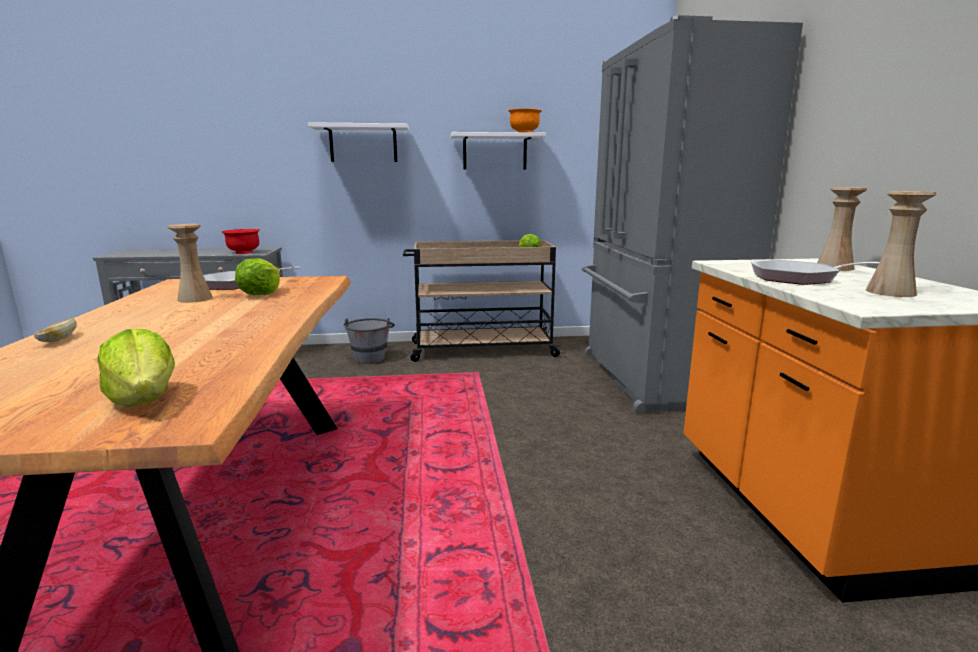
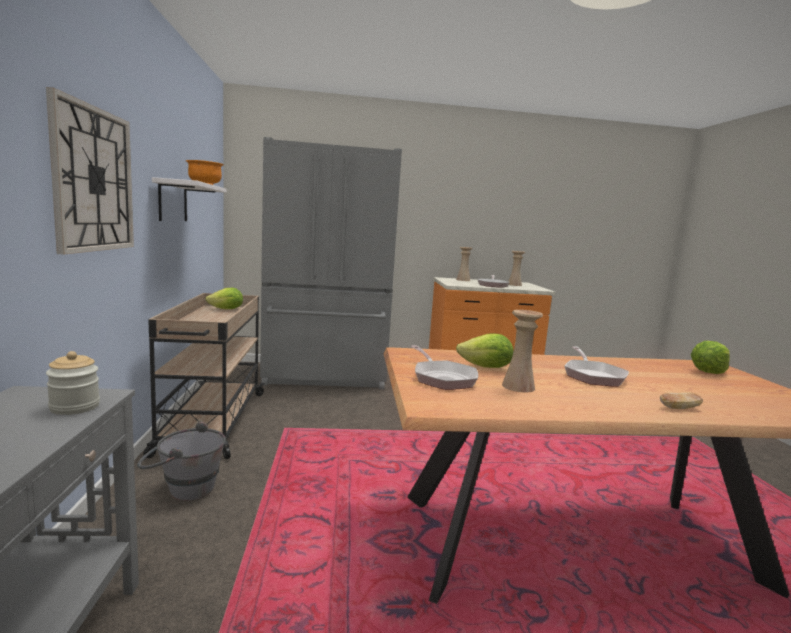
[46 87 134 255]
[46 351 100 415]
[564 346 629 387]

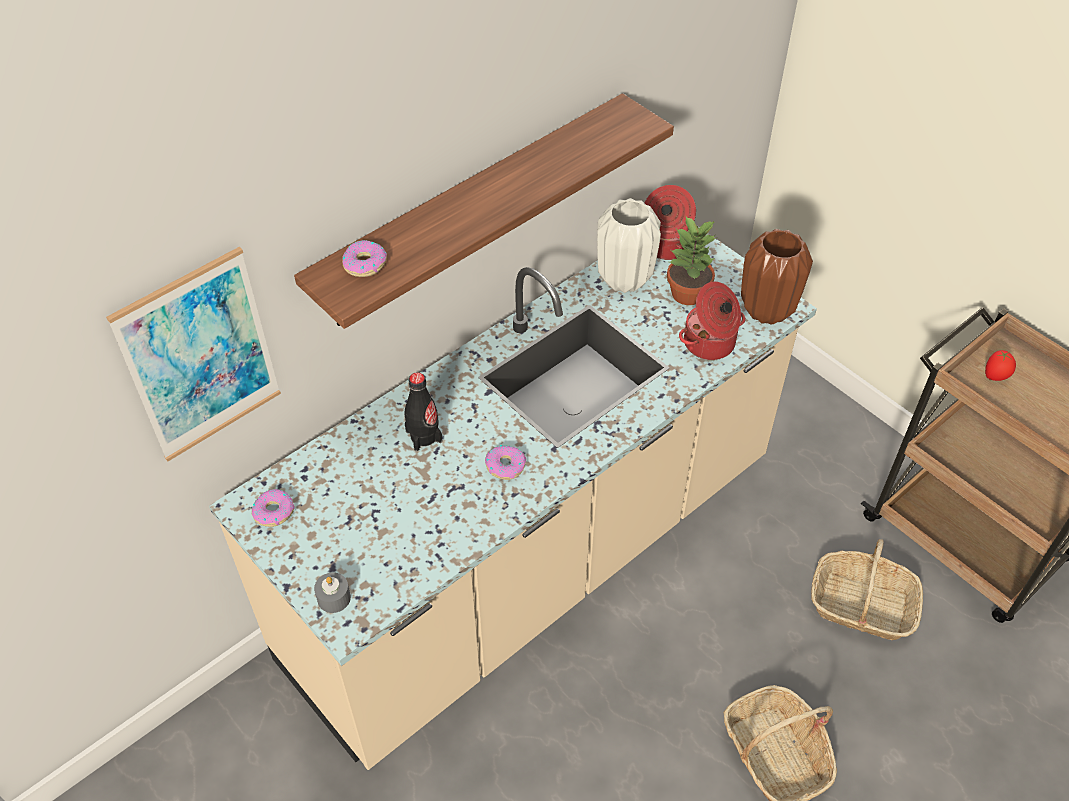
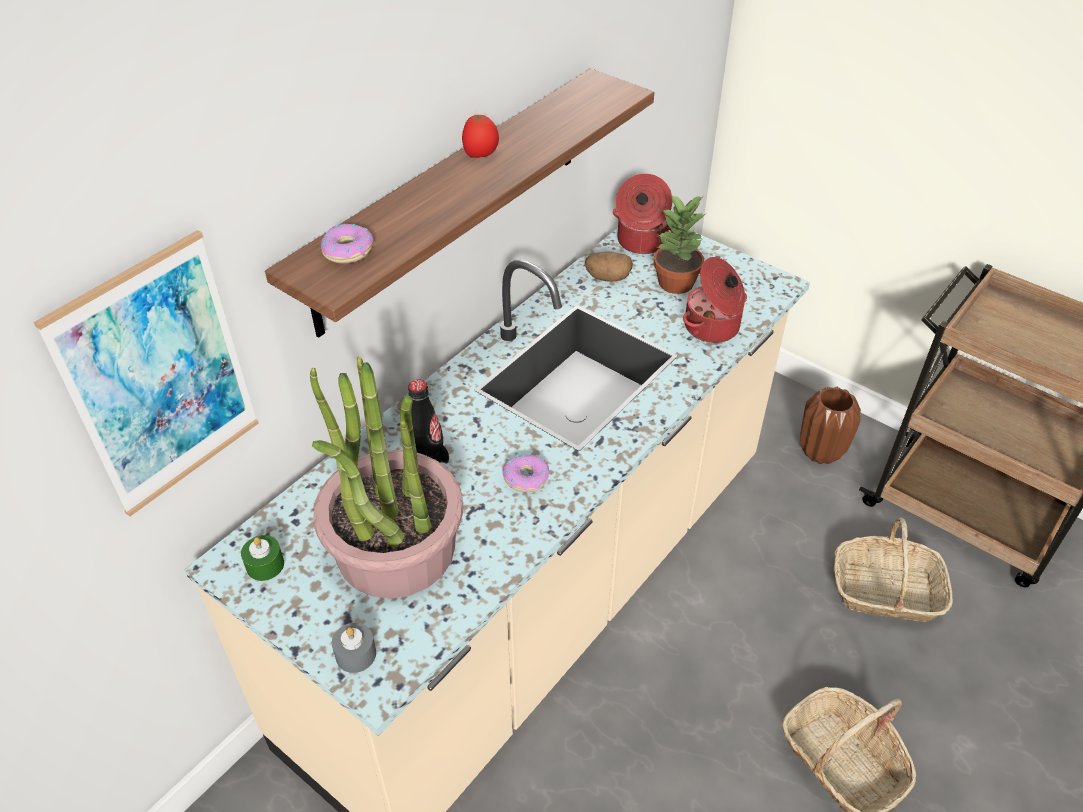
[585 251 633 282]
[800 387 861 464]
[462 114 499 158]
[241 535 284 581]
[310 356 463 598]

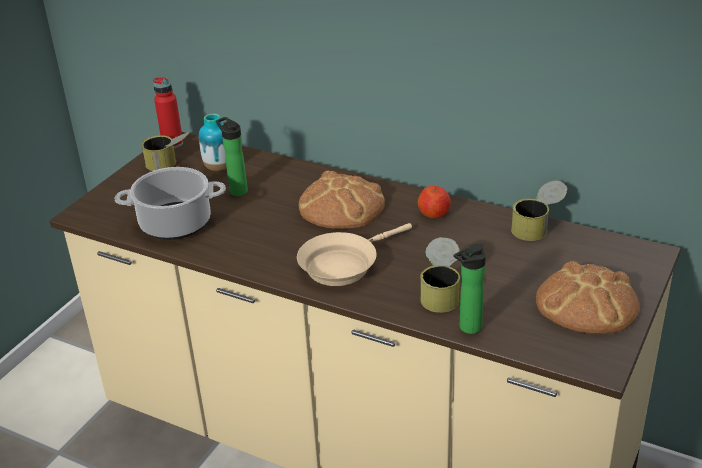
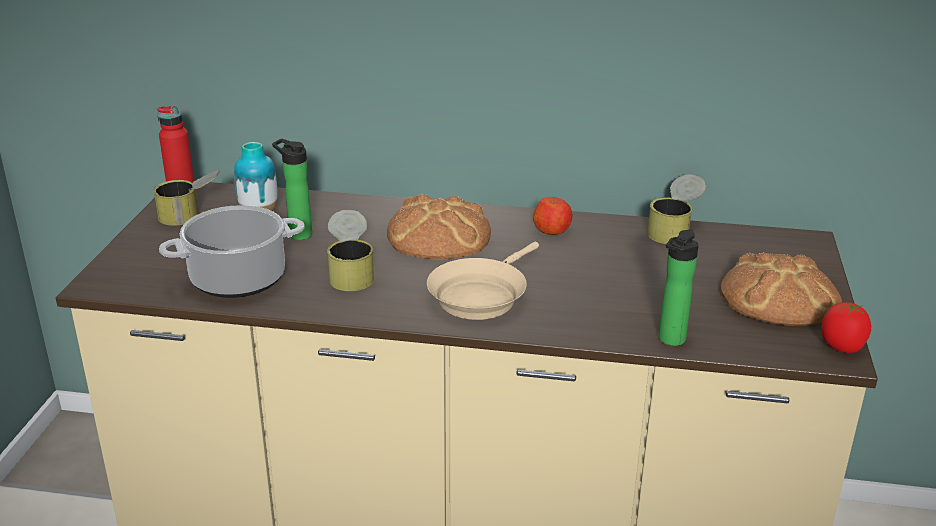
[327 210 374 291]
[821 302 871 353]

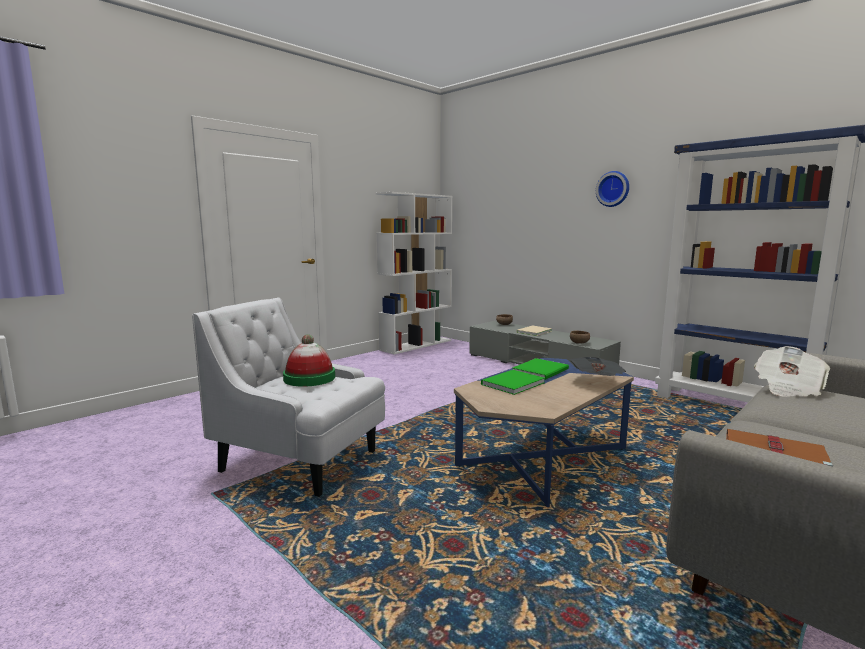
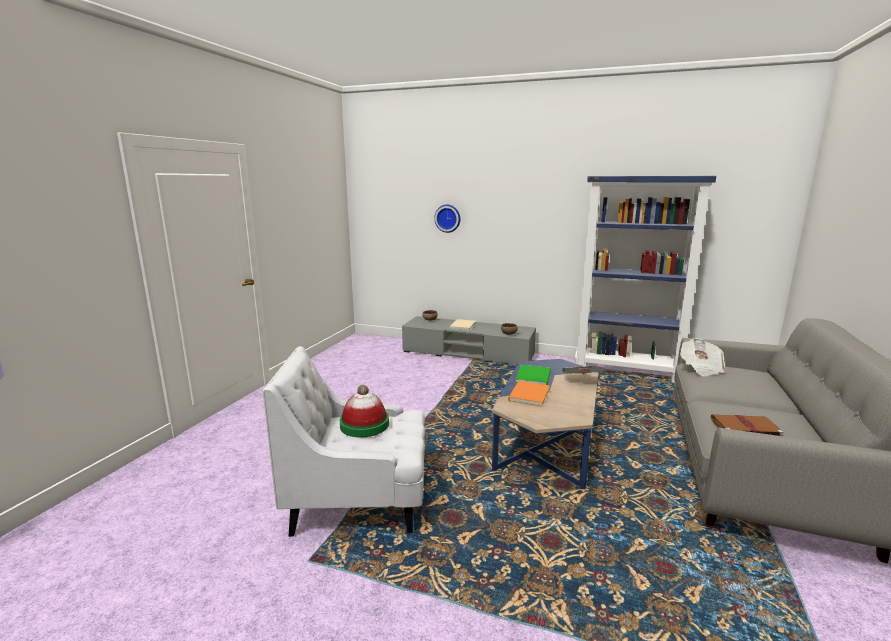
[434 205 460 233]
[376 192 452 355] (first image)
[508 381 550 407]

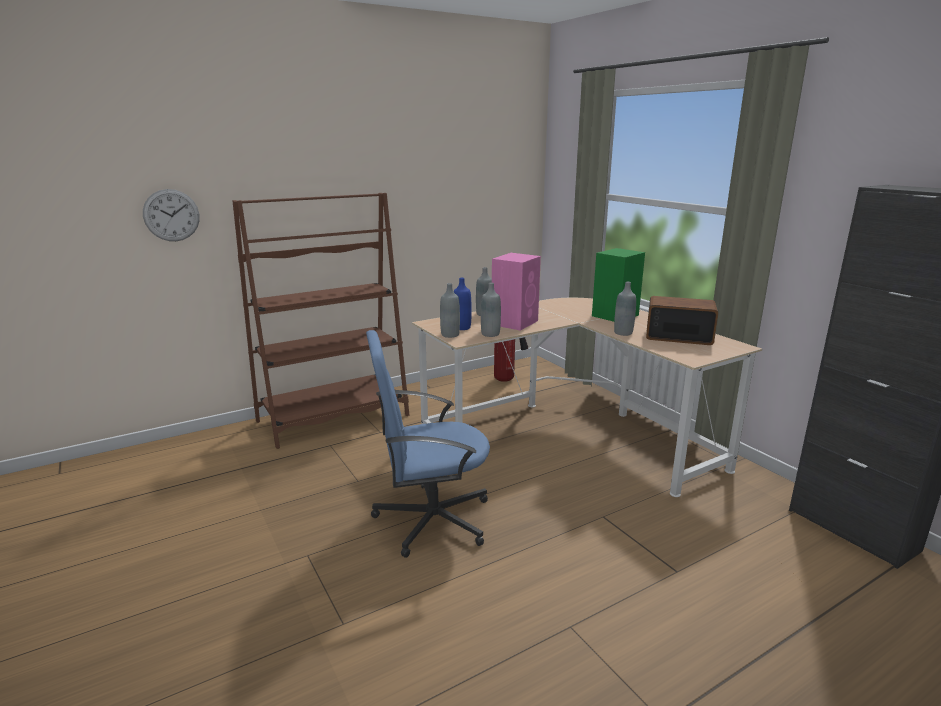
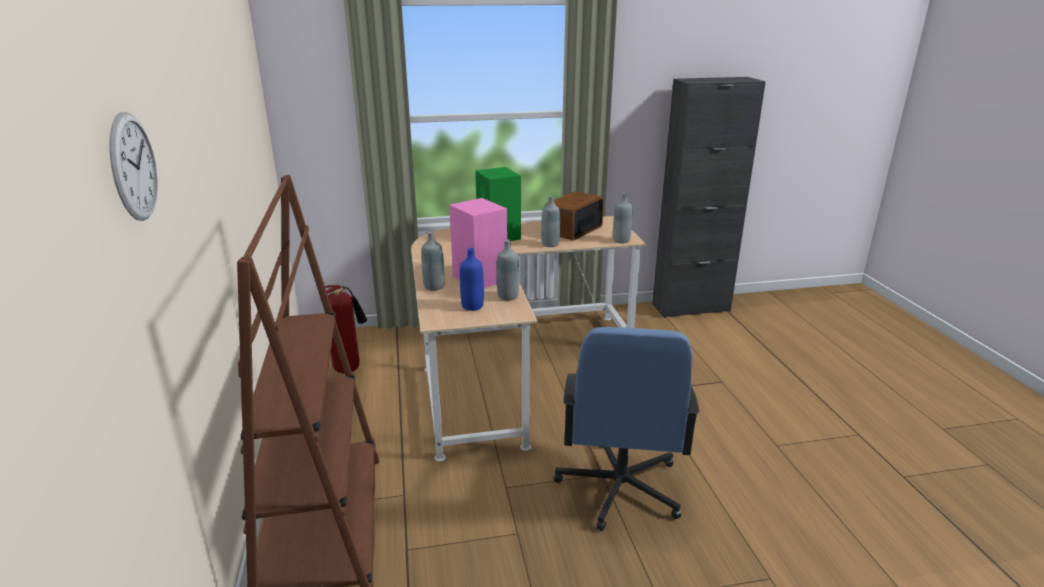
[109 112 158 221]
[613 193 632 243]

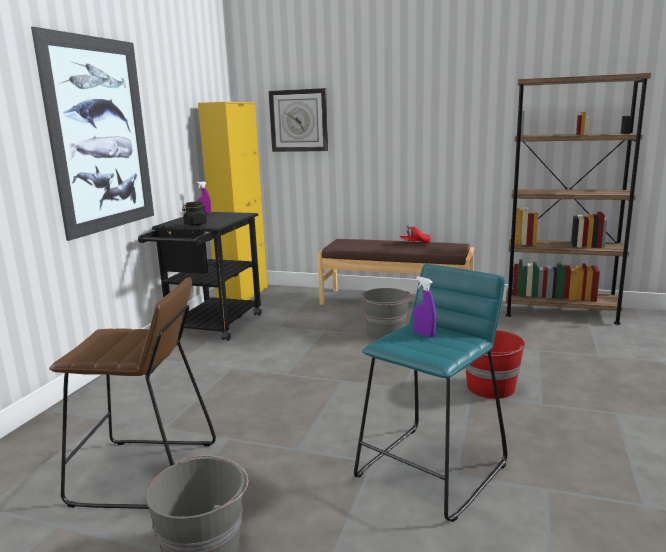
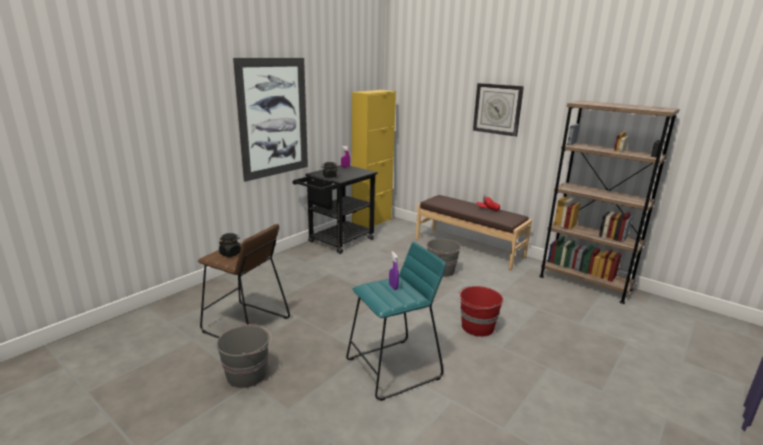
[473 83 524 137]
[219 233 241 257]

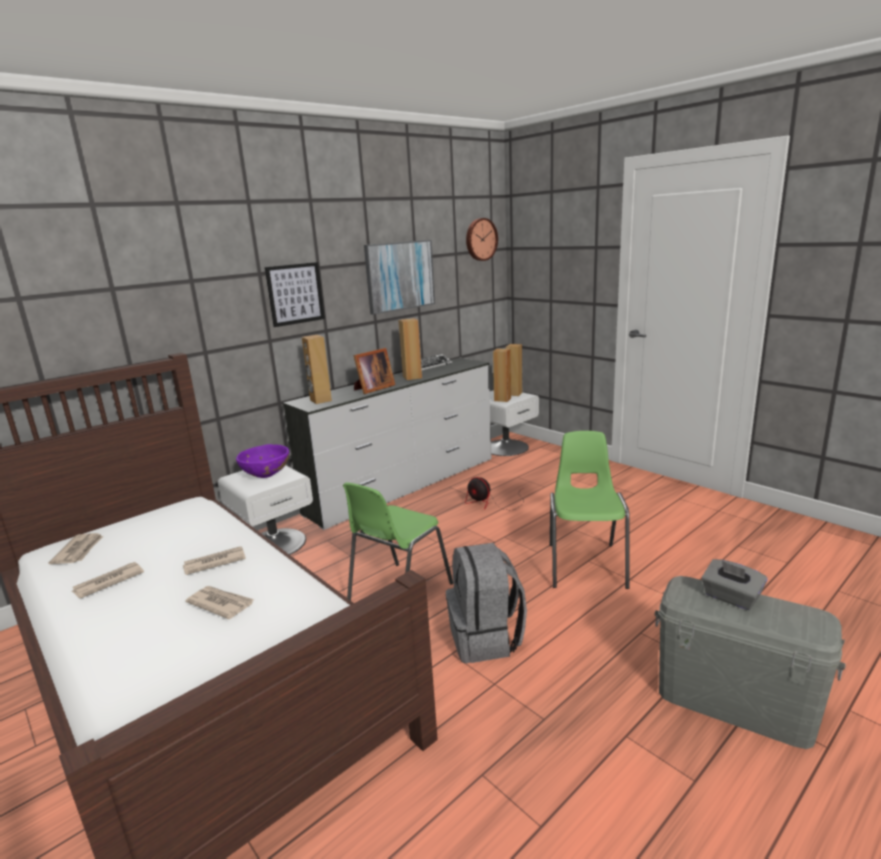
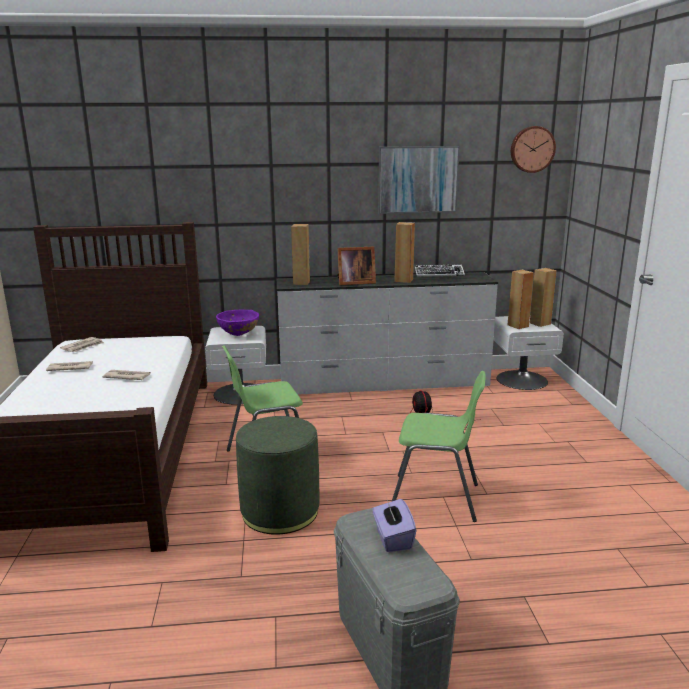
[265 262 325 327] (first image)
[392 371 485 522]
[236 416 319 535]
[372 497 417 552]
[185 586 254 619] (first image)

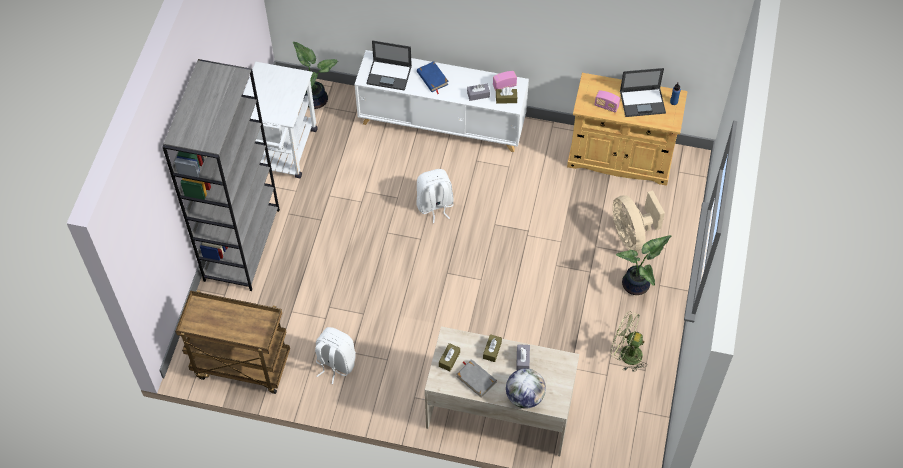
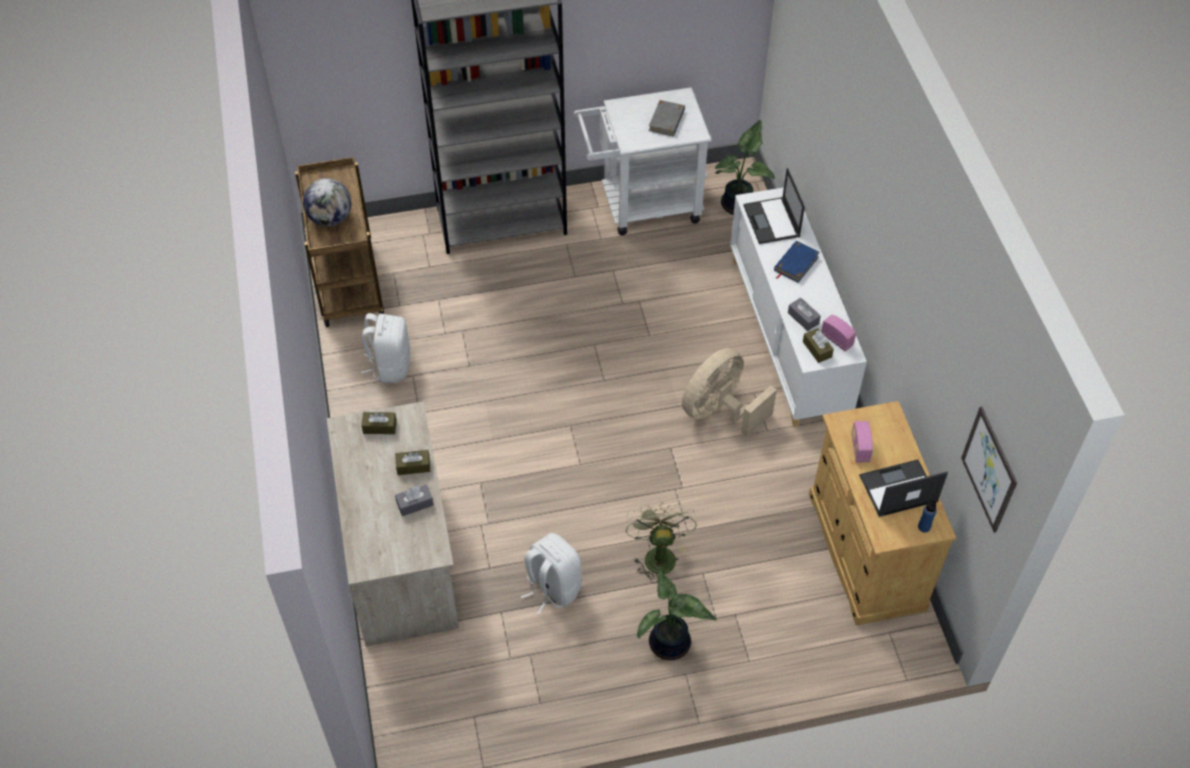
[859 460 948 517]
[521 533 582 614]
[682 348 777 437]
[626 502 697 583]
[649 100 685 136]
[303 178 351 227]
[961 406 1017 533]

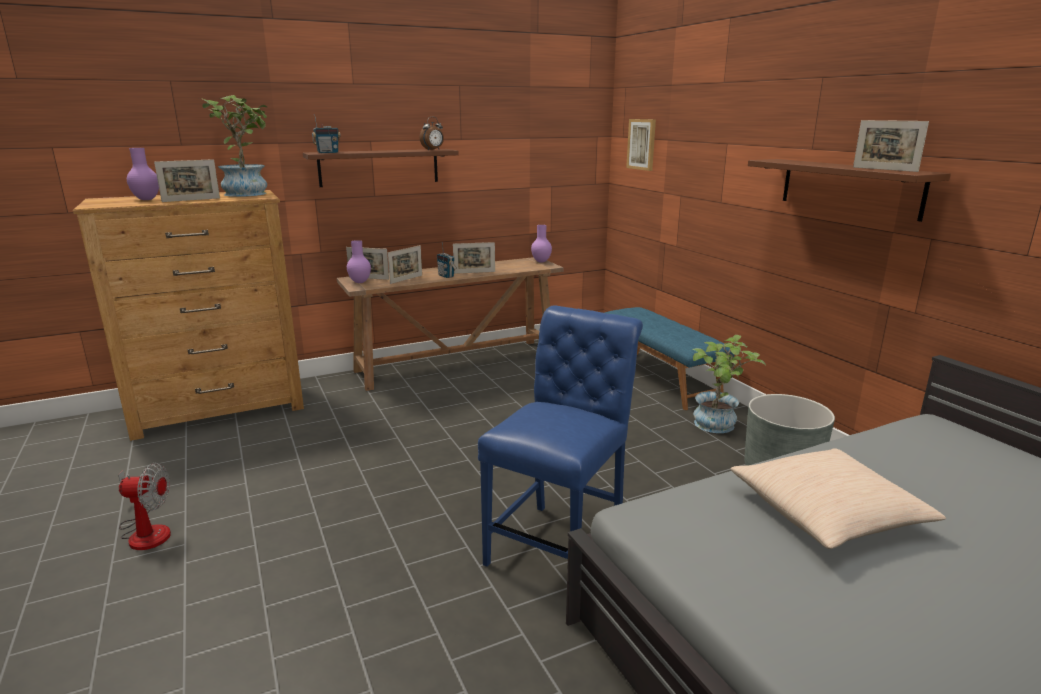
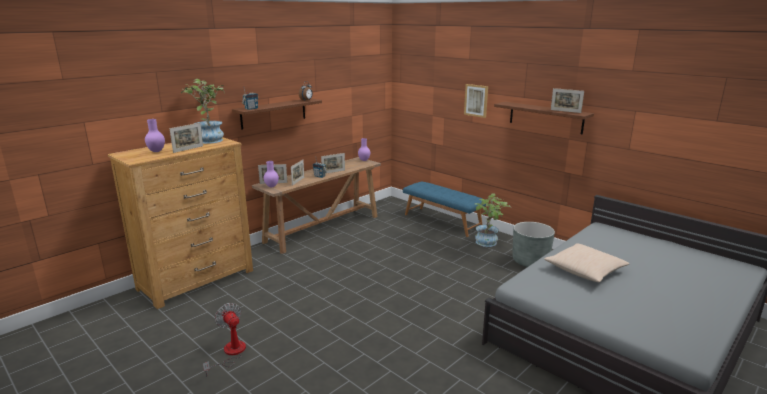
[464 84 488 118]
[478 305 643 567] (first image)
[203 303 246 377]

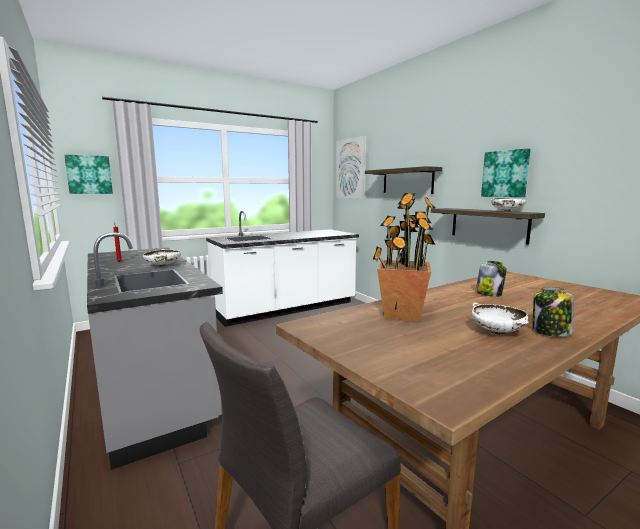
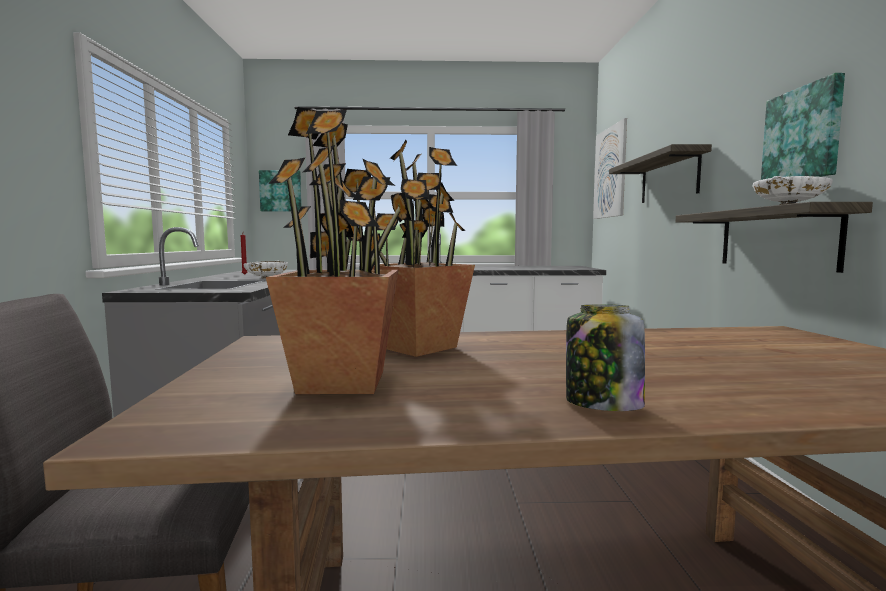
[476 261 507 297] (first image)
[472 303 529 335] (first image)
[266 107 412 394]

